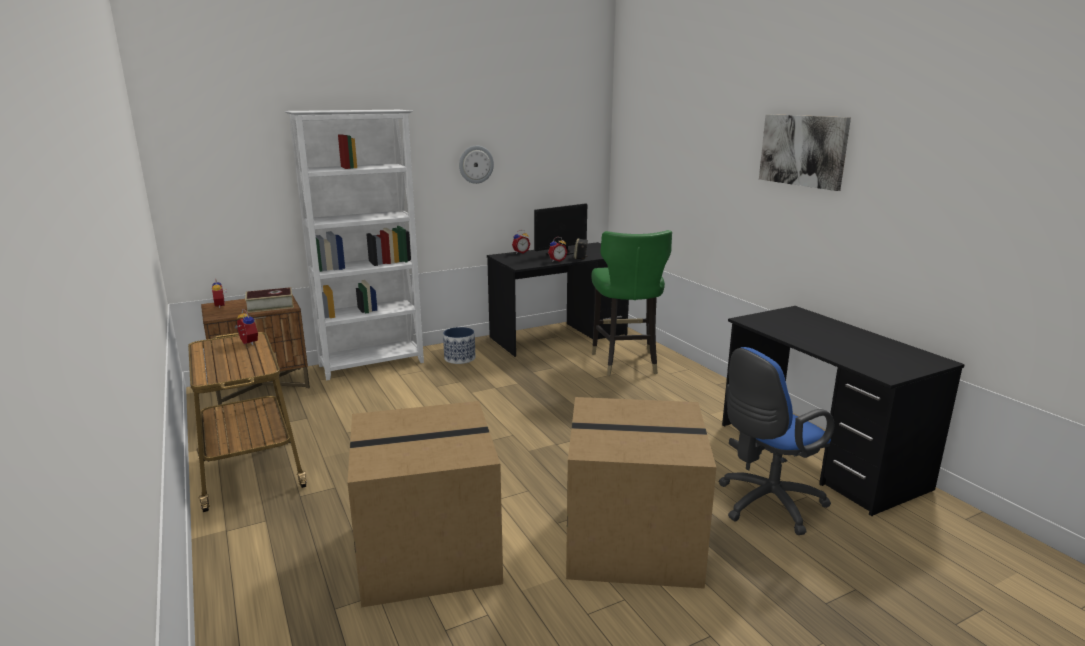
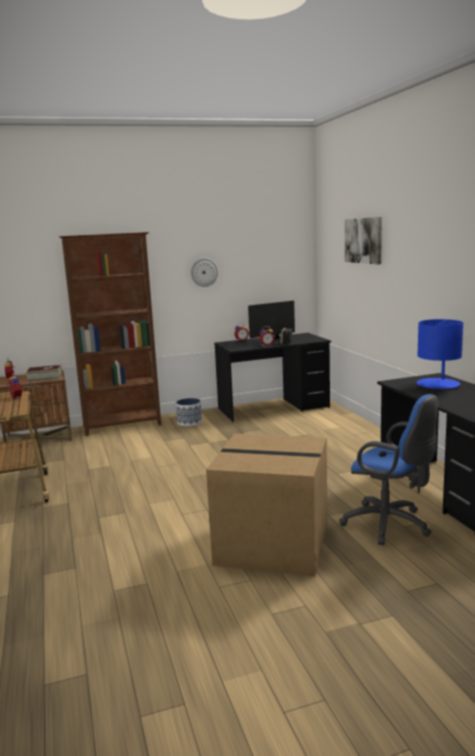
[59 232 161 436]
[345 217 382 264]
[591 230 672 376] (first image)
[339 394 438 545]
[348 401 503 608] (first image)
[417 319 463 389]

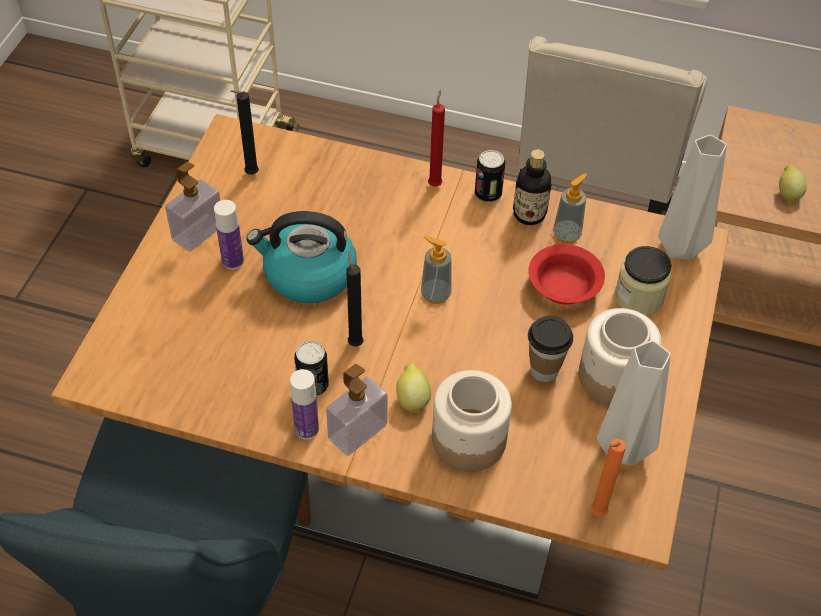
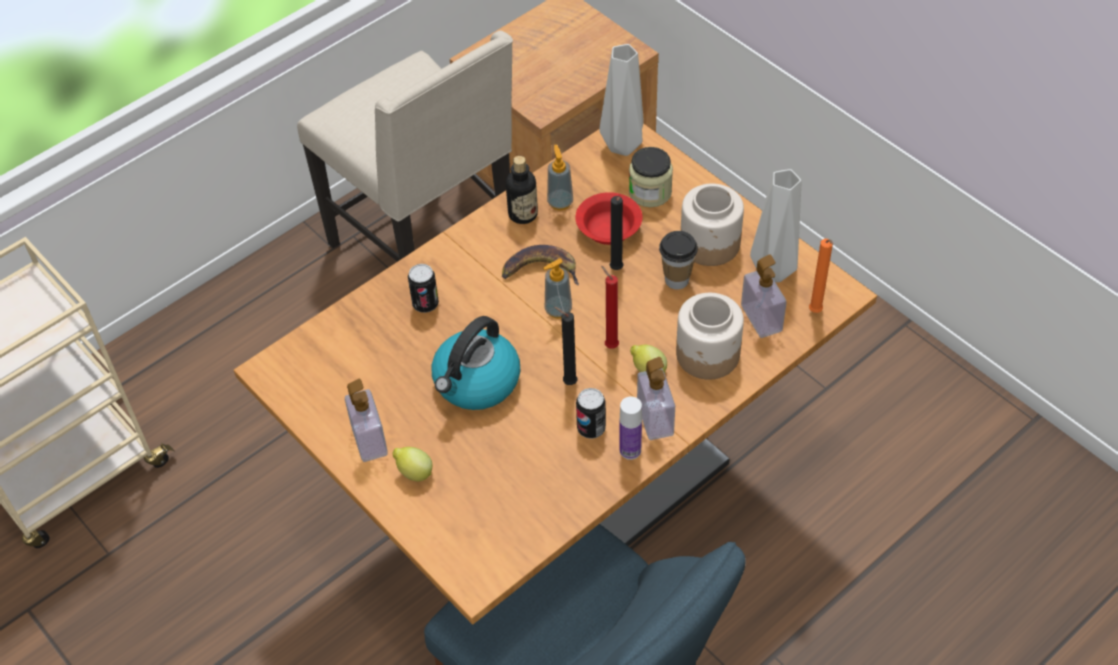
[610 196 624 270]
[601 266 619 349]
[408 264 439 313]
[393 447 433 482]
[214 200 244 270] (first image)
[502 245 579 285]
[741 255 787 338]

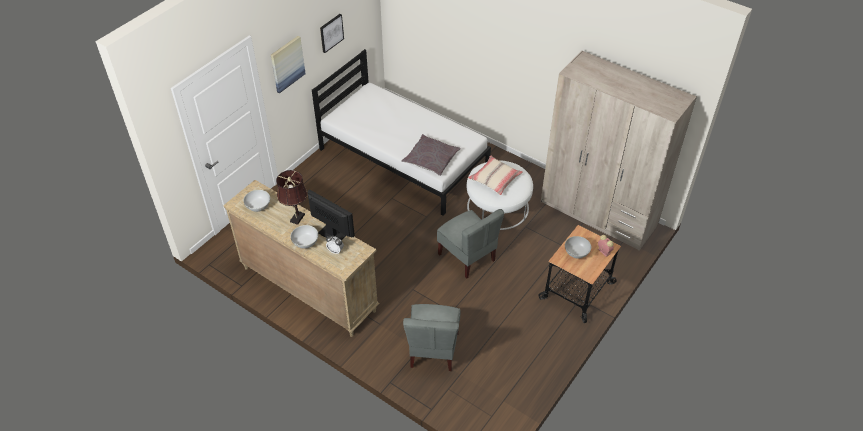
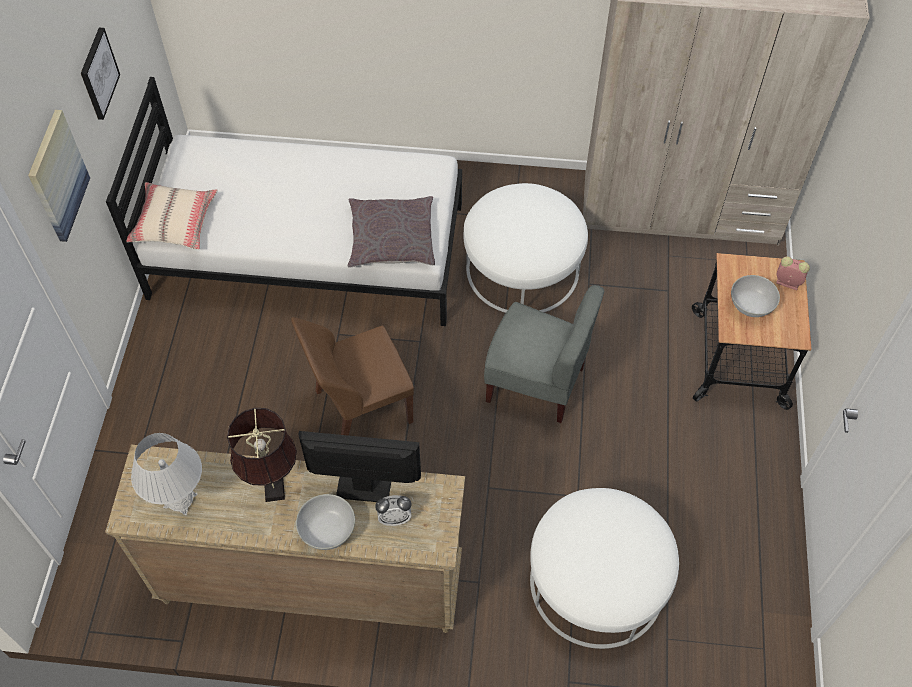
[127 182 217 249]
[131 433 202 515]
[530 488 679 649]
[291 317 414 436]

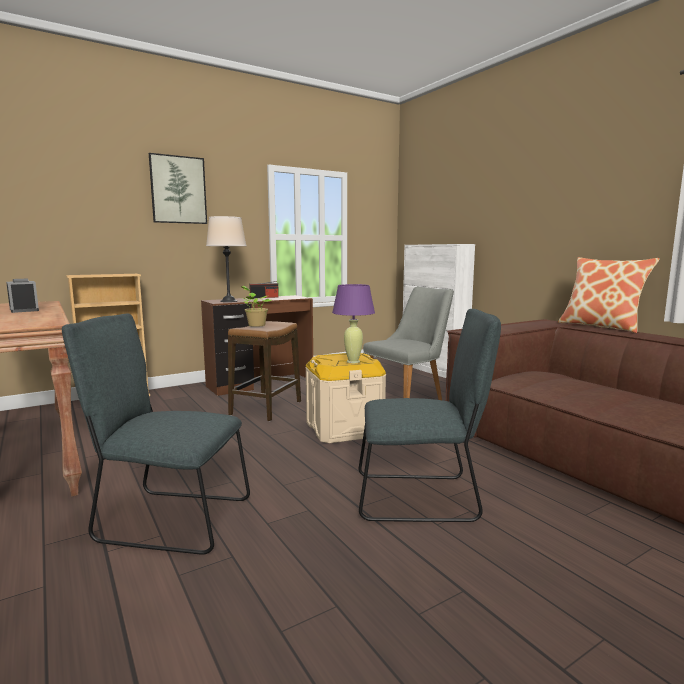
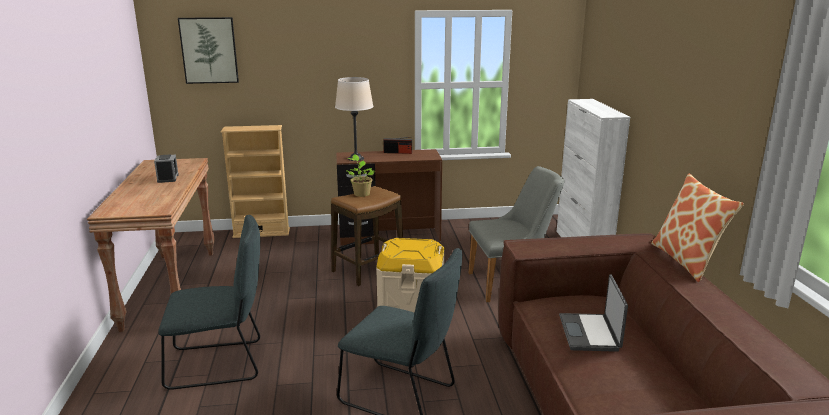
[178 17 239 84]
[332 284 375 363] (first image)
[158 215 260 390]
[559 275 628 352]

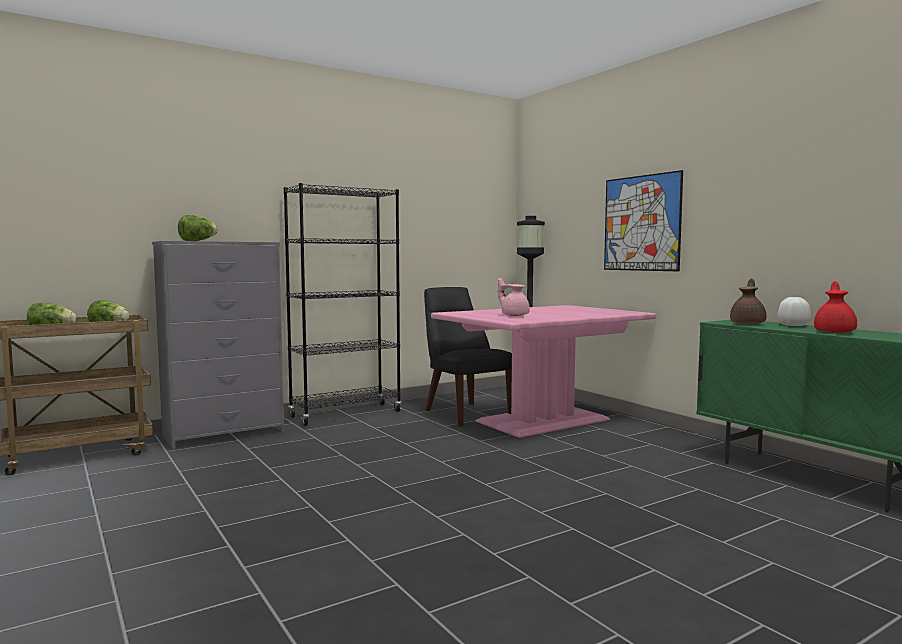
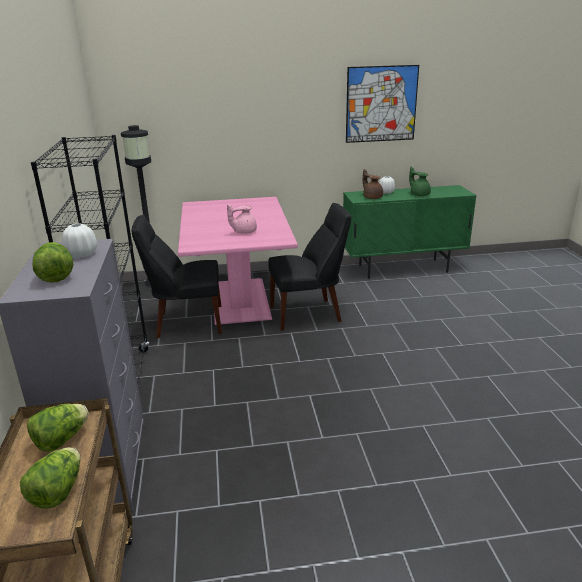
[346 65 419 143]
[409 166 431 196]
[268 203 351 331]
[62 223 97 258]

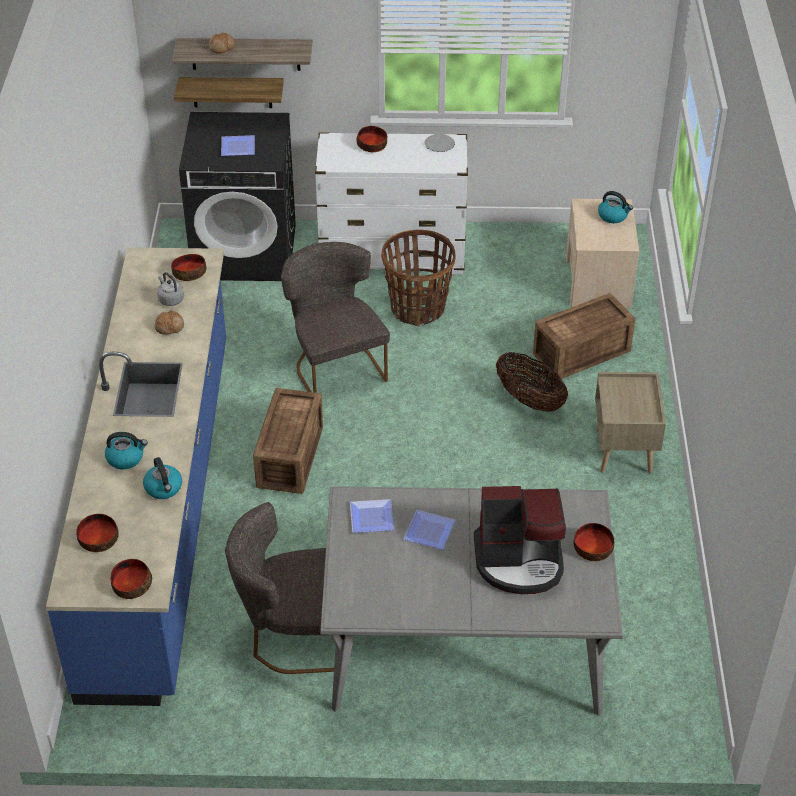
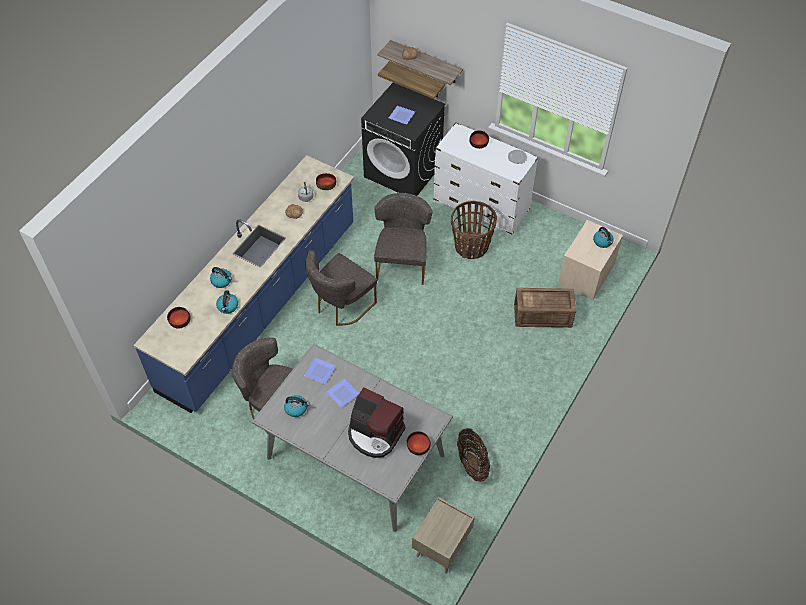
[457 428 490 481]
[412 497 475 573]
[305 250 377 326]
[110 559 152 599] (first image)
[284 395 310 417]

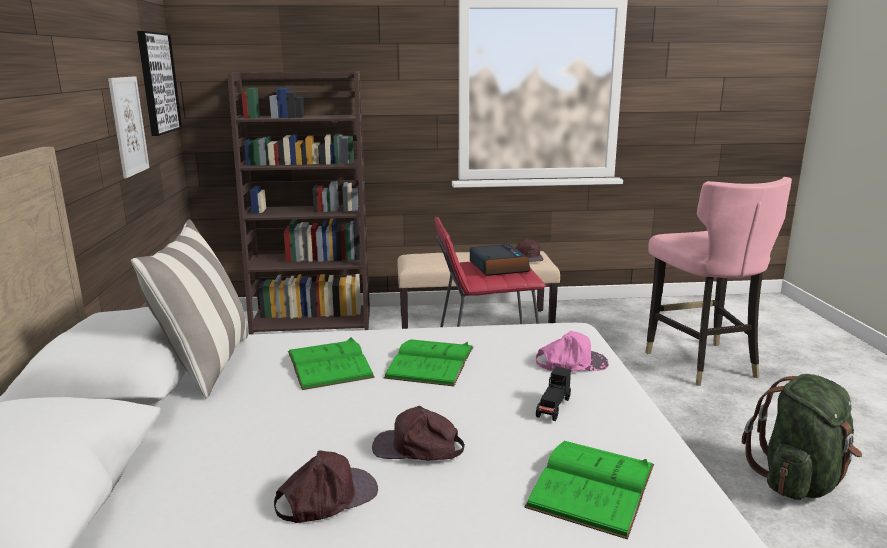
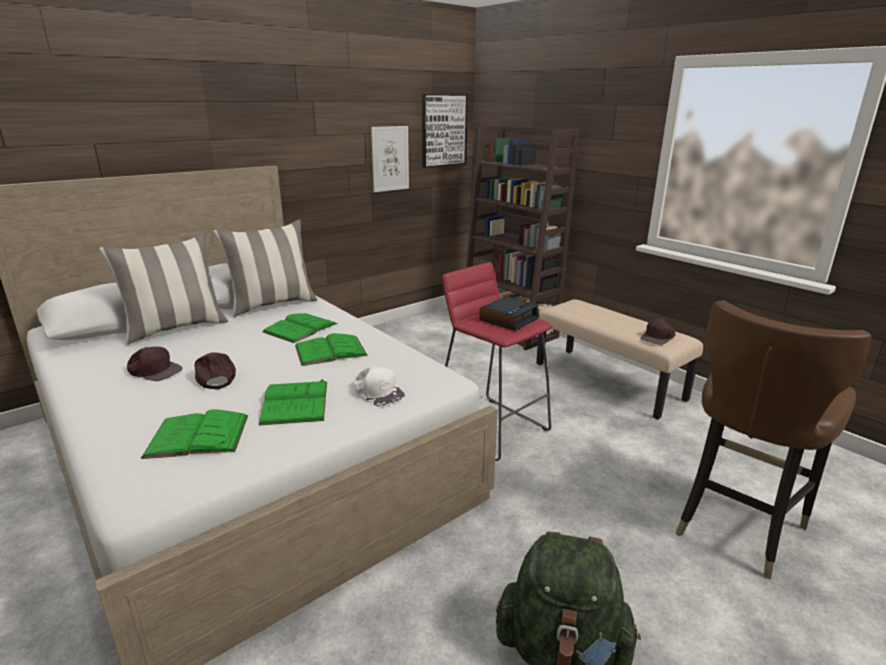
[675 300 872 579]
[354 366 405 407]
[259 379 327 426]
[99 233 228 345]

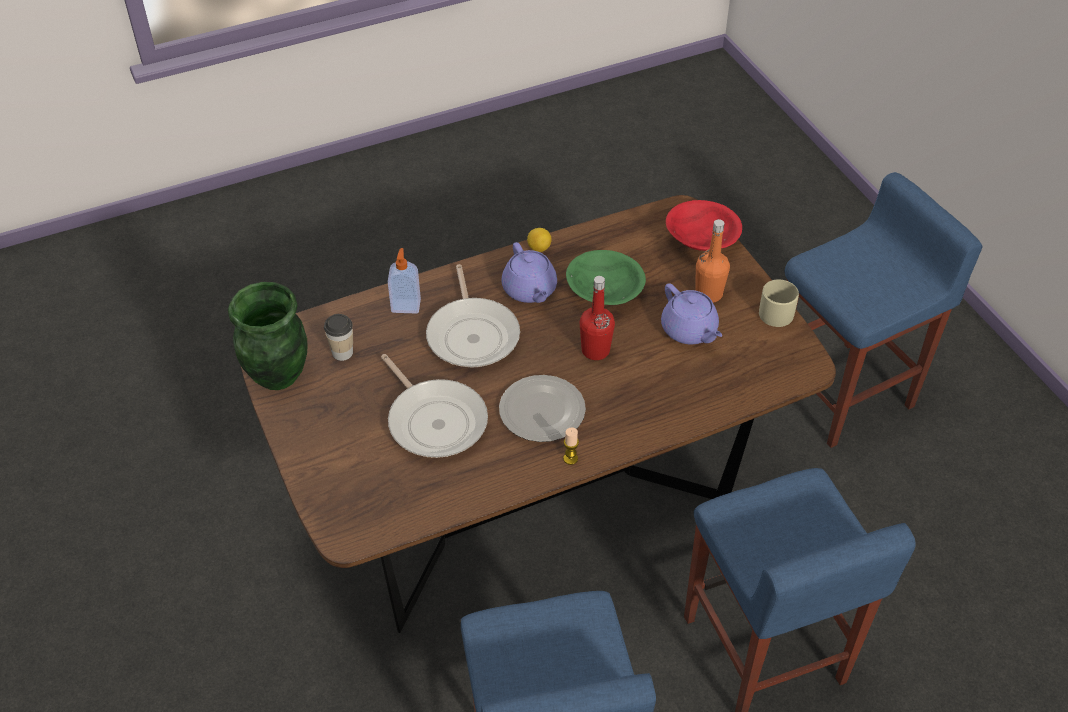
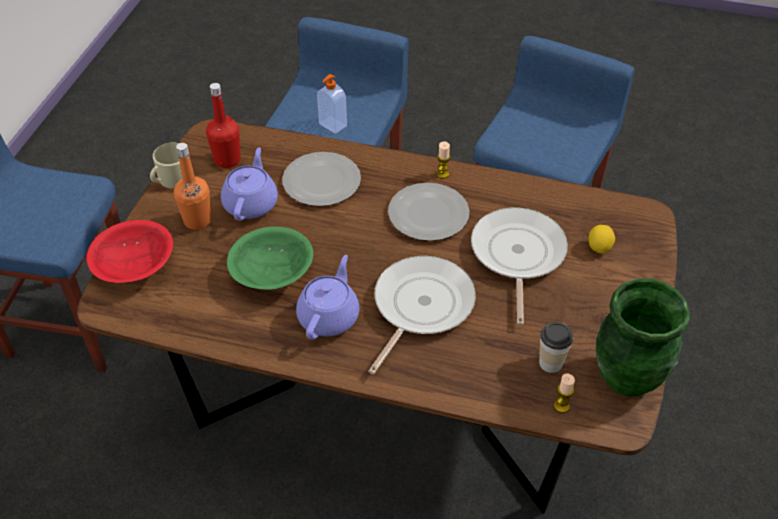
[588 225 615 254]
[317 74 347 134]
[206 83 241 168]
[282 152 361 206]
[554 374 575 413]

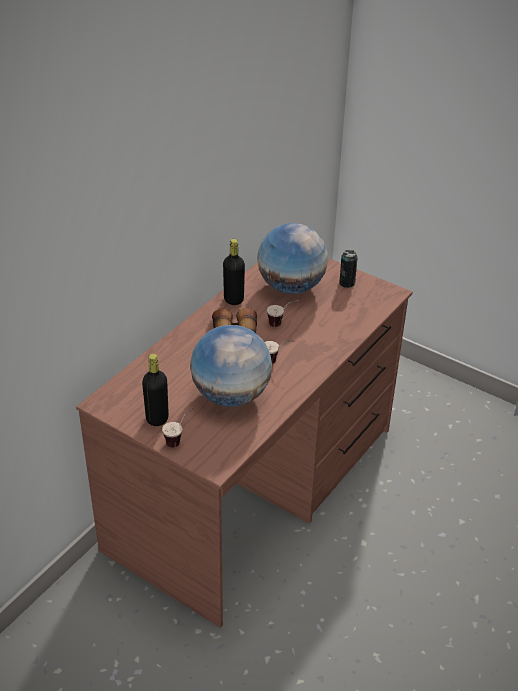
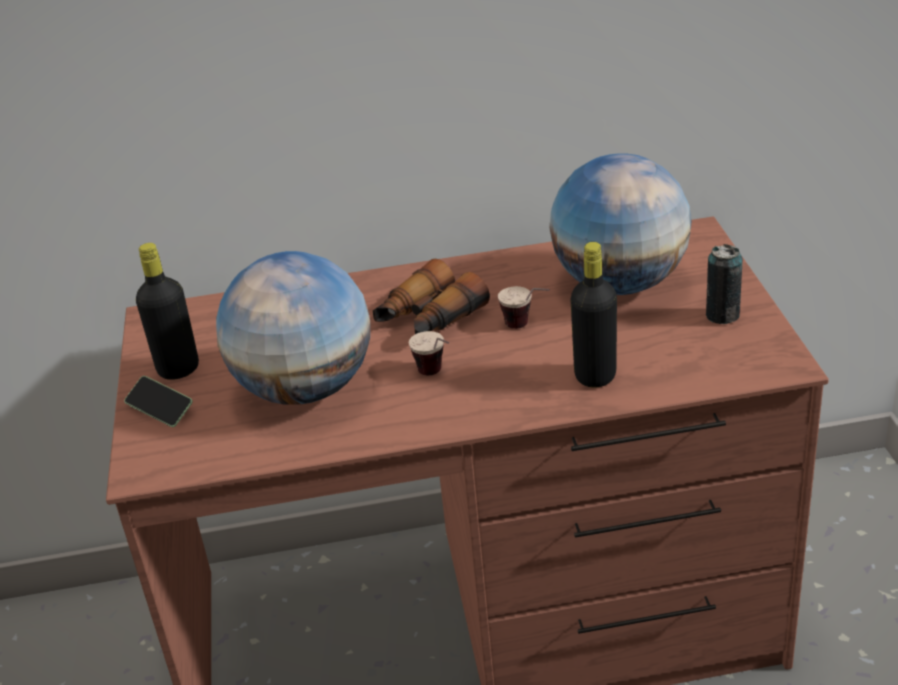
[570 242 617 387]
[124 376 193 427]

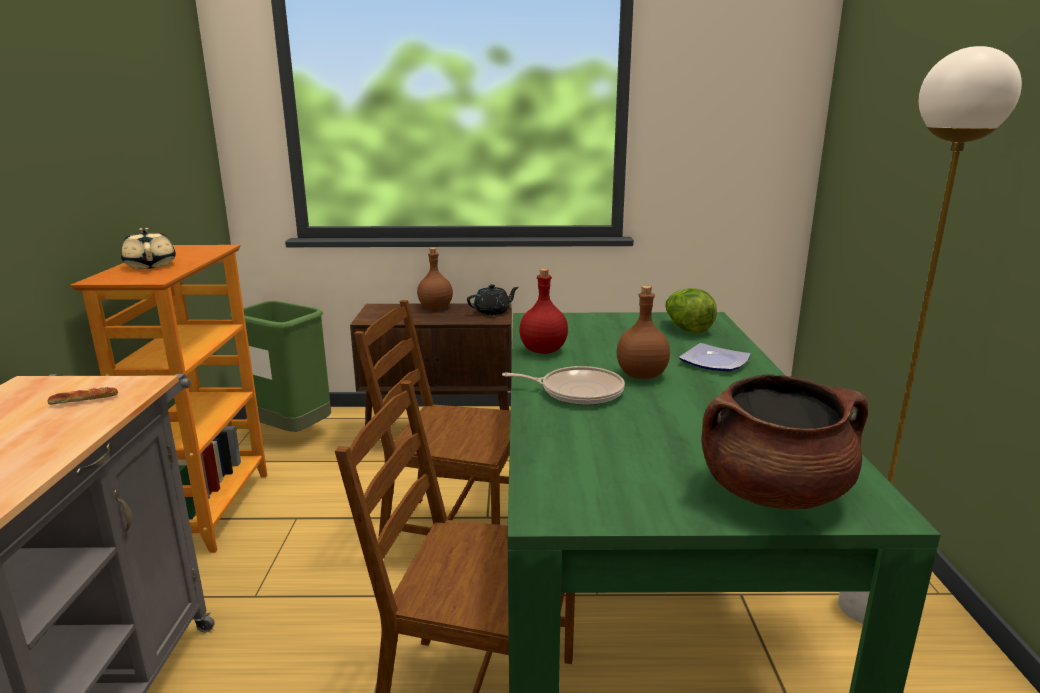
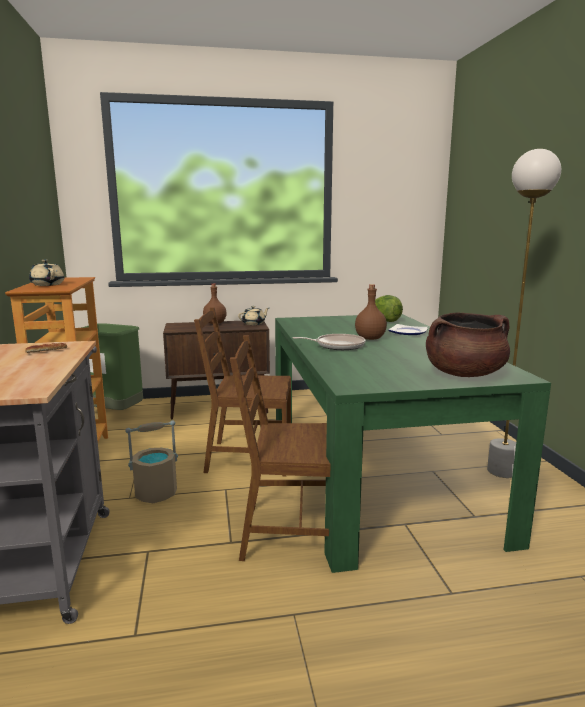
[519 269 568 354] (first image)
[238 306 269 325]
[125 421 178 503]

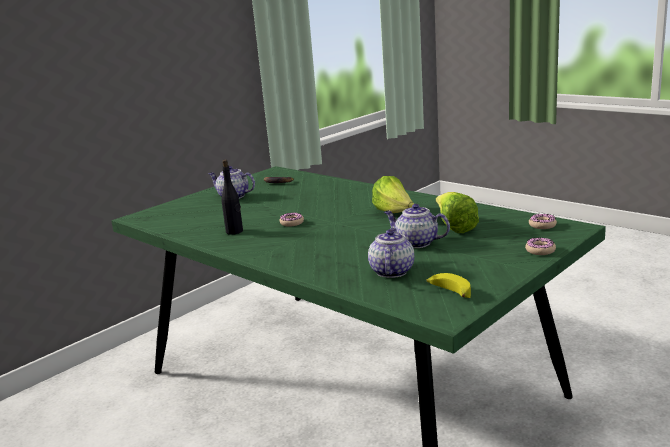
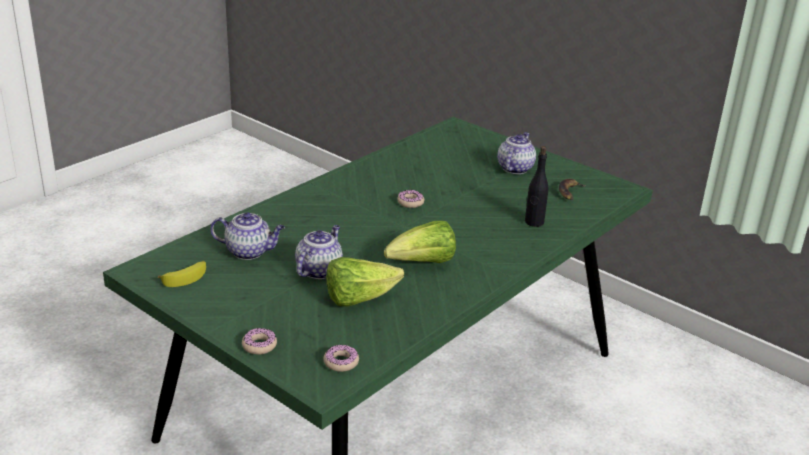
[525 146 549 227]

